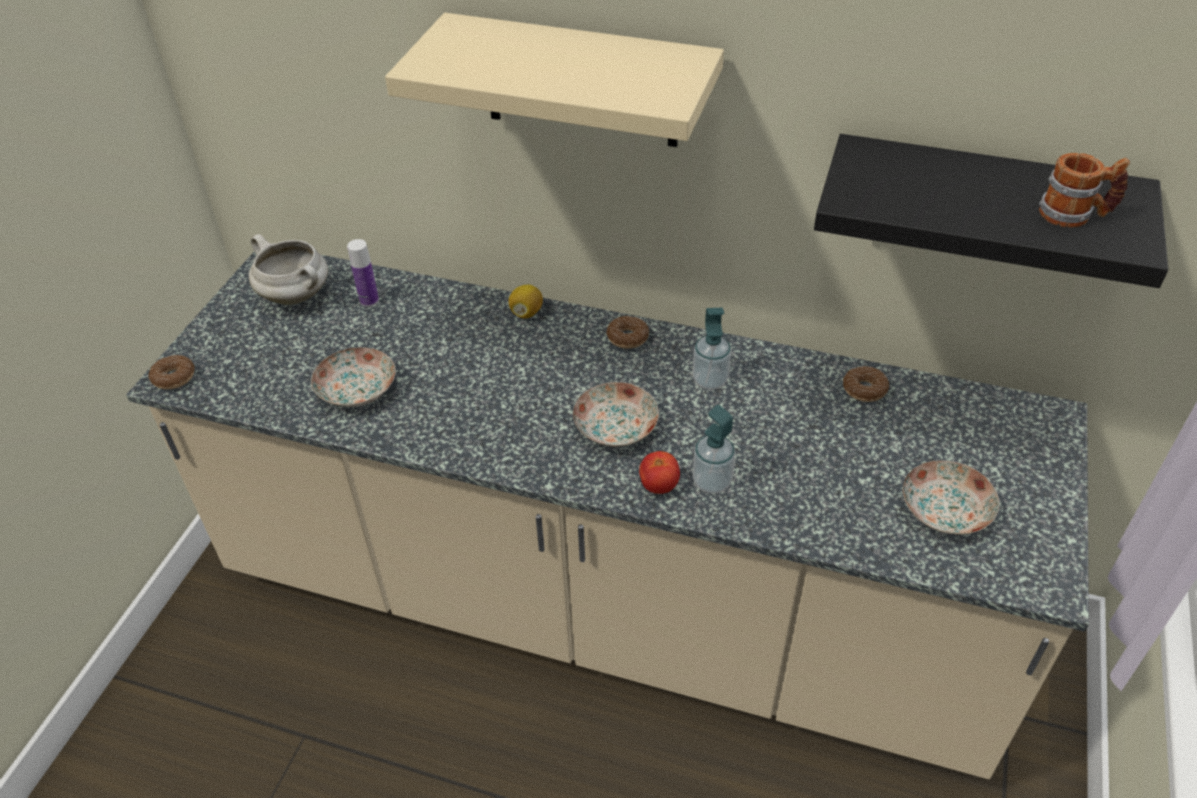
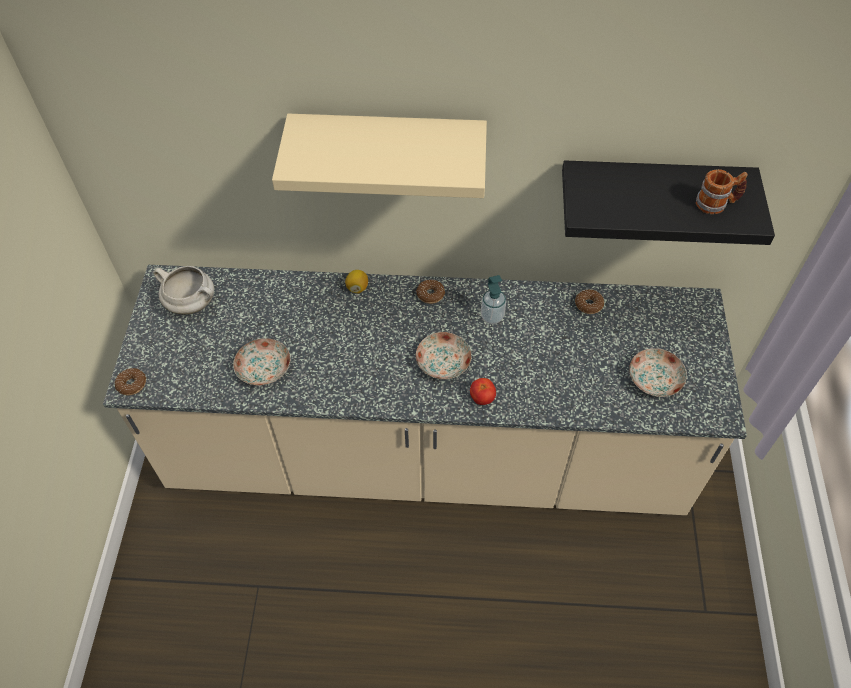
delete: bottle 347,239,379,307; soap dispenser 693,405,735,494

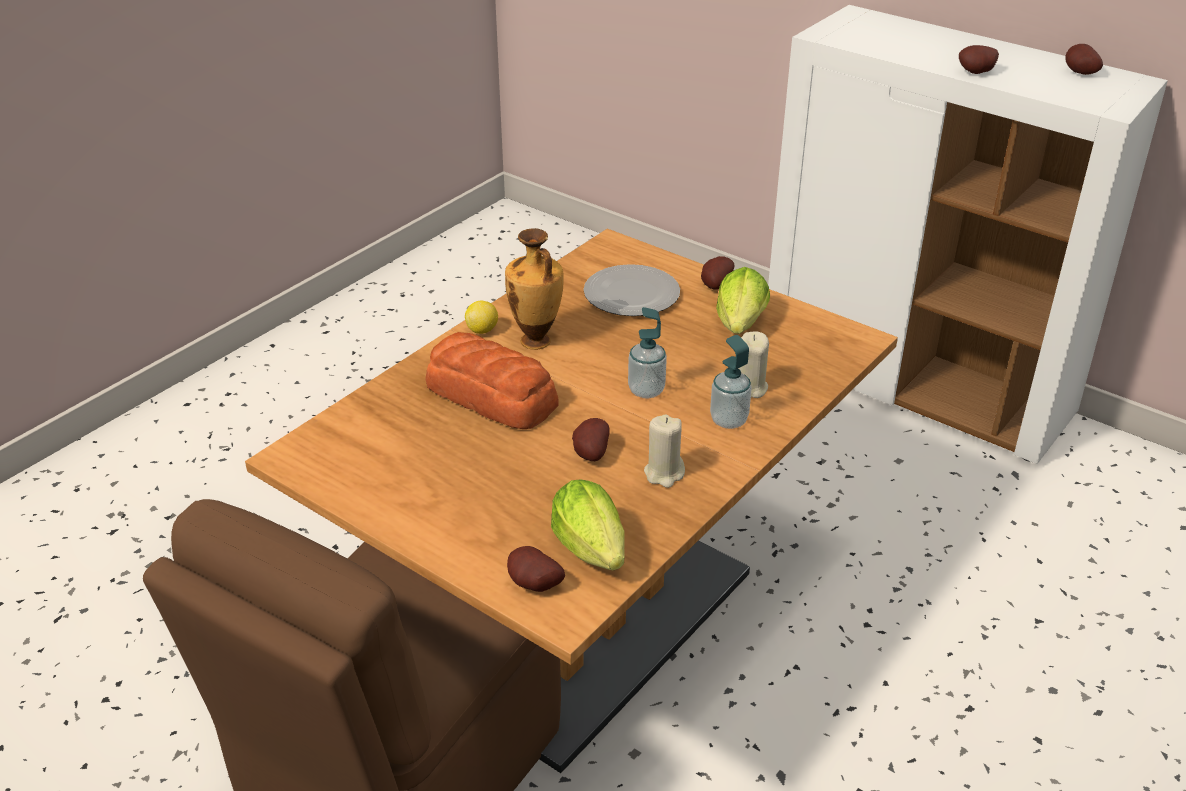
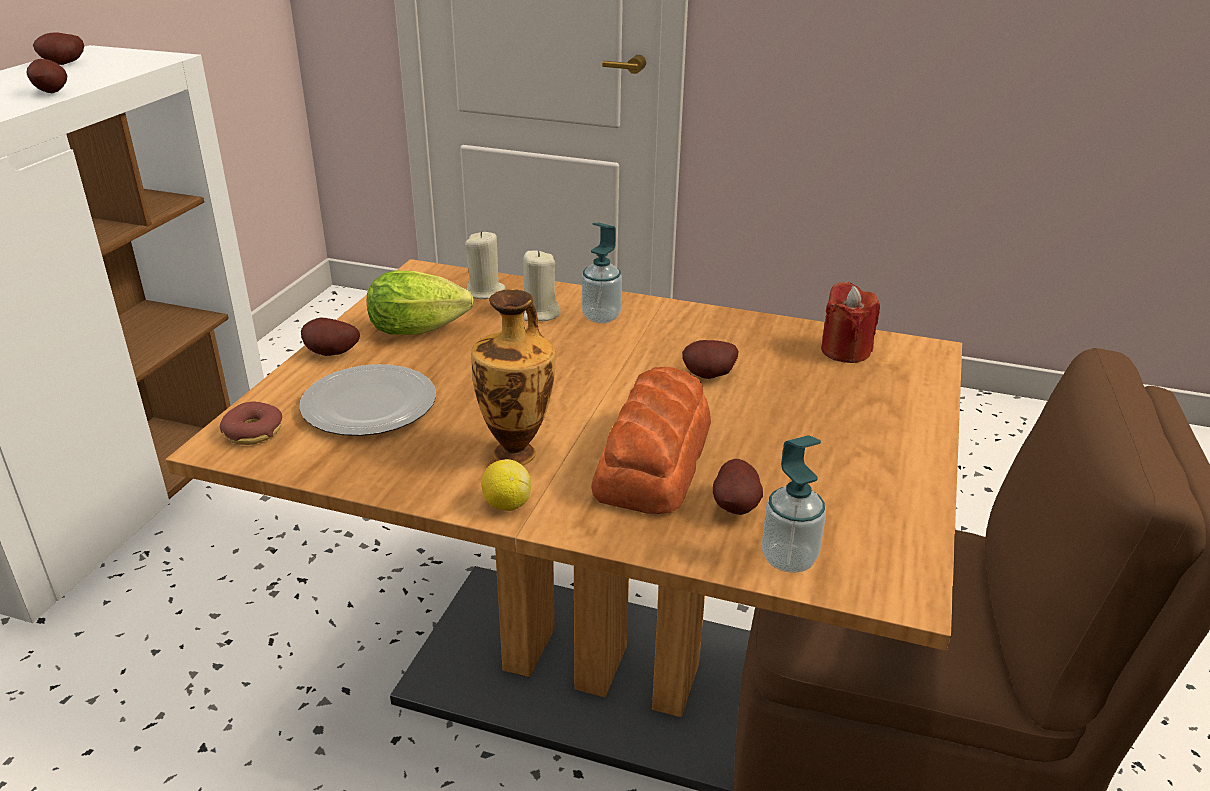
insert: donut 220,402,282,445
move: potato 507,546,565,592 to 713,459,763,515; soap dispenser 628,307,667,399 to 762,436,826,573; beige candle 644,415,685,488 to 465,231,505,299
replace: lettuce 551,479,625,570 to red candle 821,282,880,363

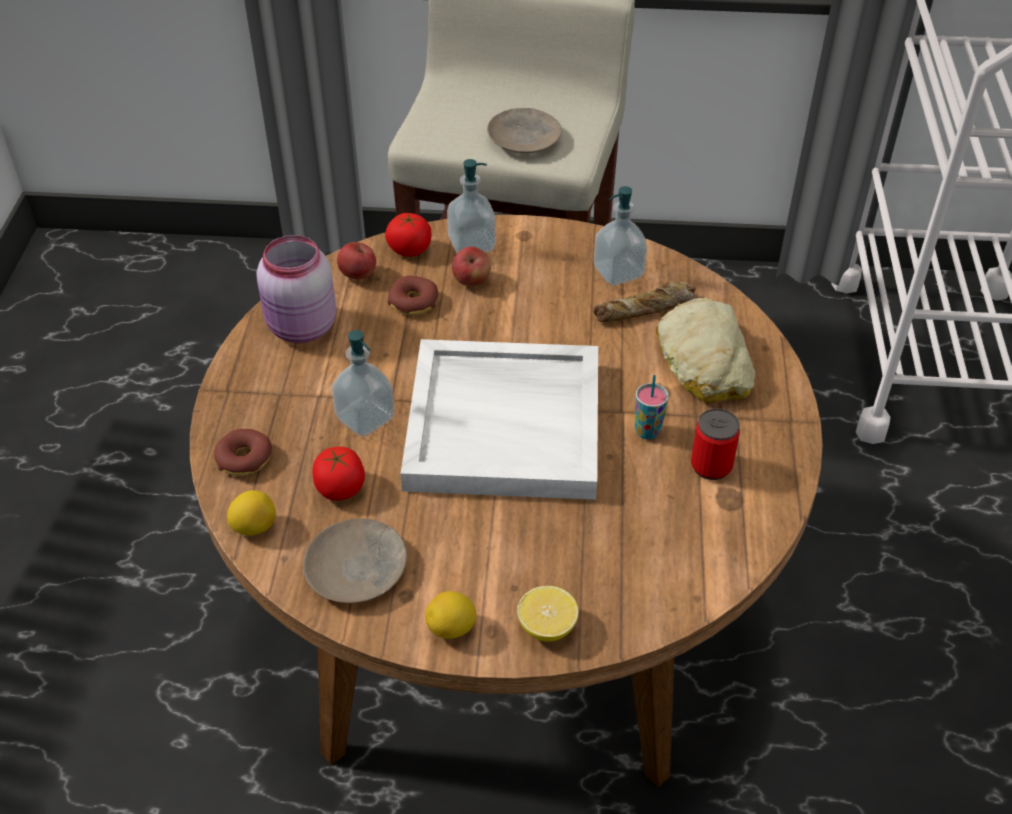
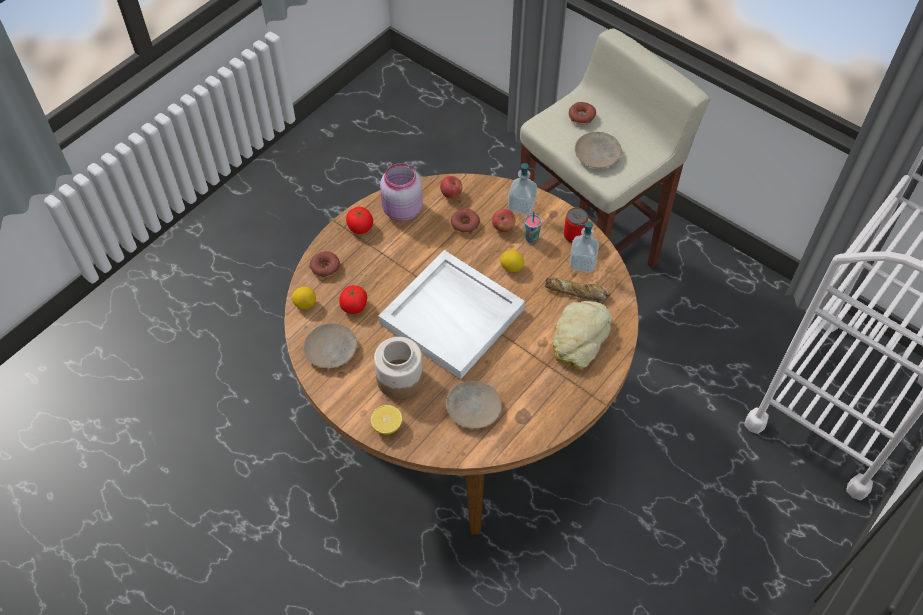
delete: soap dispenser 331,330,395,437
insert: jar 374,337,423,399; beige plate 446,381,502,429; donut 569,102,596,125
move: tomato 385,213,431,257 to 346,207,373,234; lemon 425,591,476,639 to 500,250,525,272; cup 635,375,669,439 to 524,211,542,243; can 691,408,740,480 to 564,208,588,243

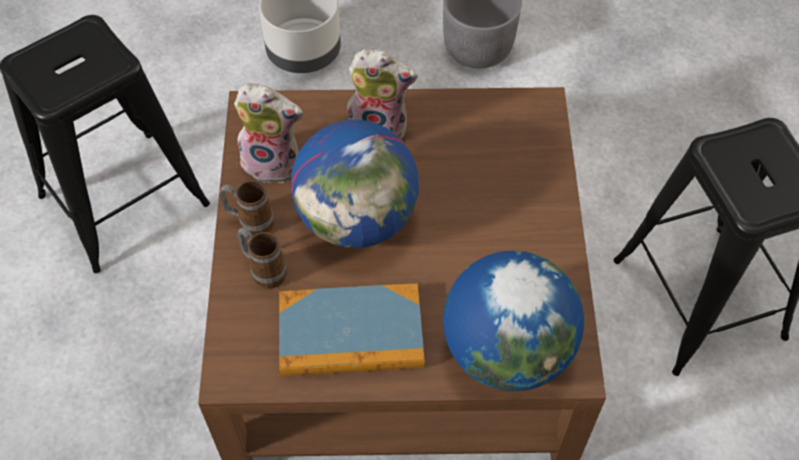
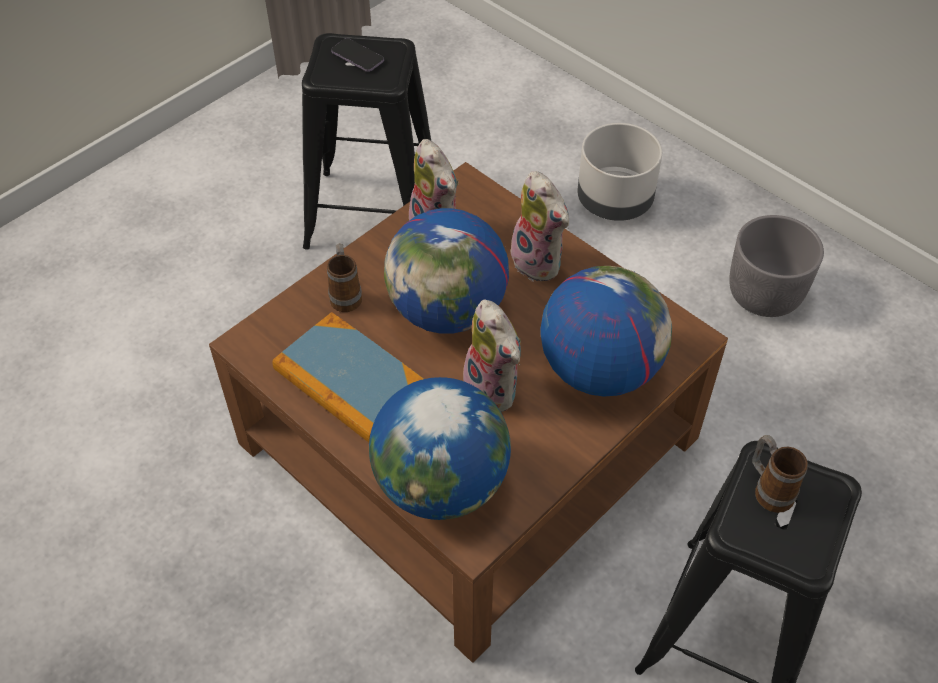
insert: phone 331,38,384,72; plush toy 463,299,521,412; globe 540,266,672,397
move: mug 220,180,274,236 to 752,435,808,513

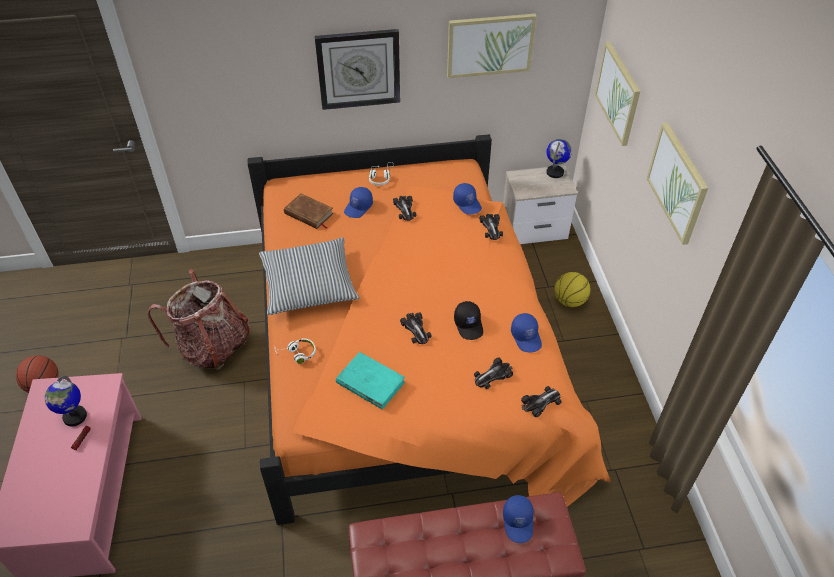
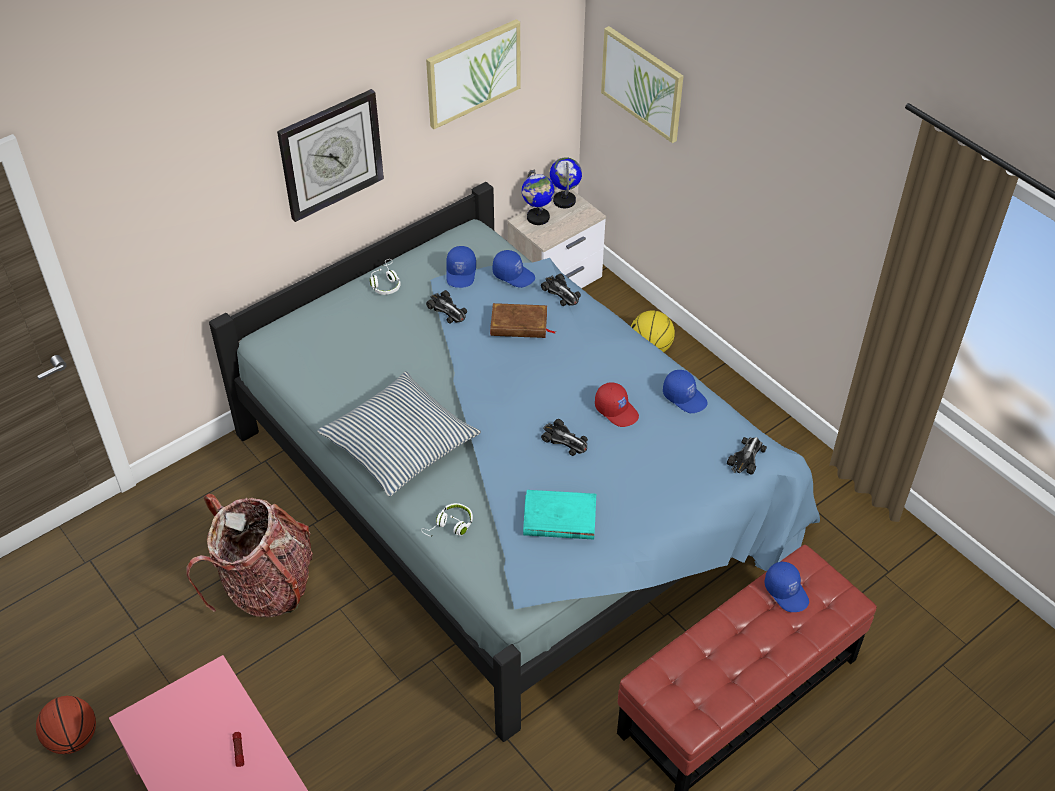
delete: toy car 474,358,513,389; picture 646,122,708,245
move: globe 45,375,87,426 to 522,170,554,225; brown book 284,194,334,229 to 490,303,556,338; blue cap 344,187,373,218 to 446,246,476,288
recolor: orange bed 248,134,611,525 to blue bed 209,182,820,742; black cap 454,301,483,340 to red cap 595,382,639,427

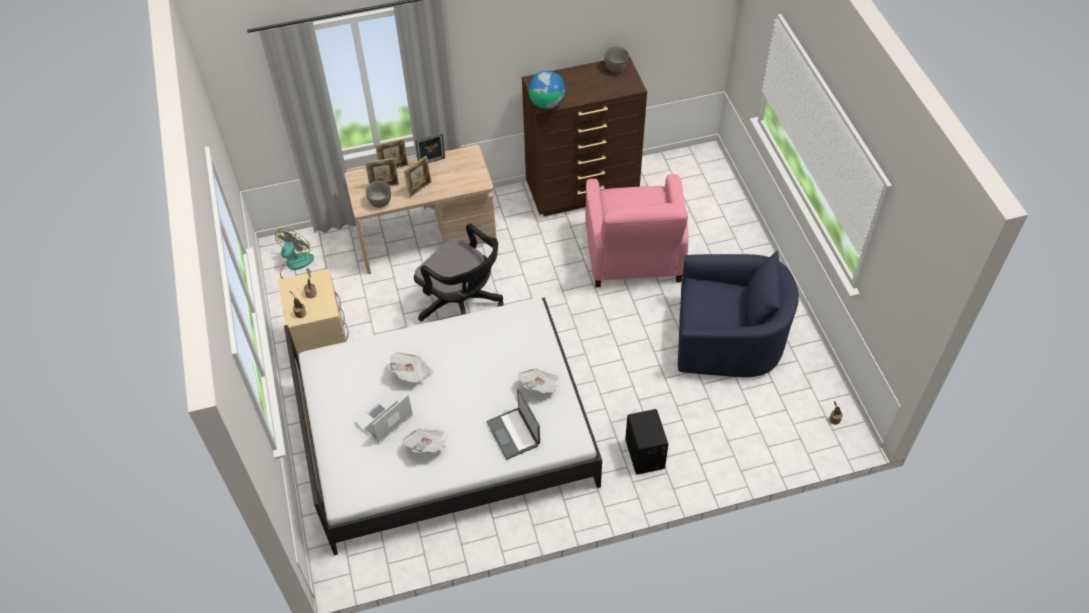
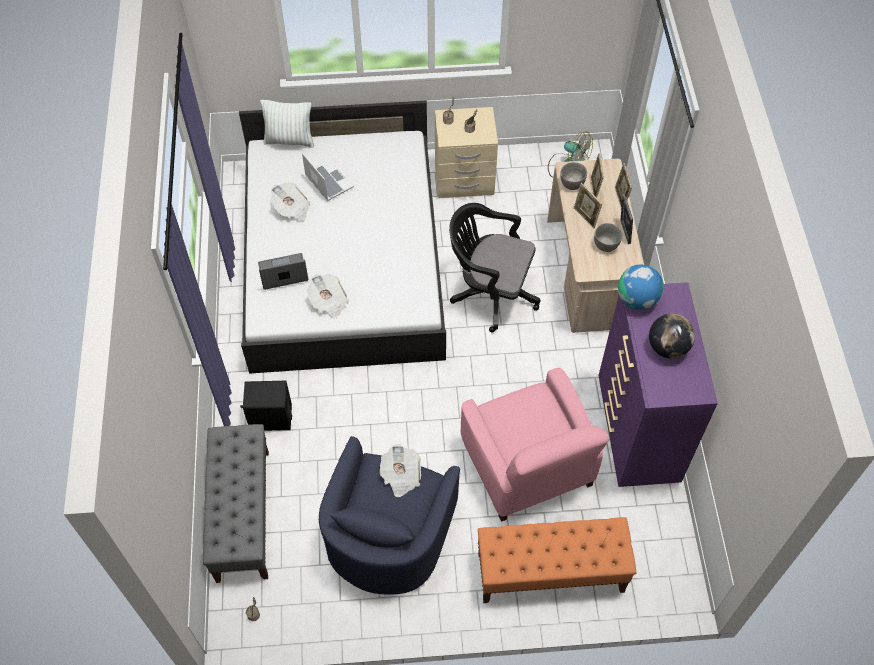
insert: grey bench 203,424,269,583; pillow 260,100,314,147; orange bench 478,517,637,603; globe 649,314,695,359
move: newspaper 388,352,433,383 to 379,444,421,498; grey bowl 604,47,629,73 to 594,223,623,252
recolor: brown dresser 522,56,647,216 to purple dresser 598,282,718,487
rotate: black office chair 414,223,504,321 = 449,203,540,333 60 degrees clockwise; pink armchair 585,174,689,287 = 460,368,609,522 120 degrees counterclockwise

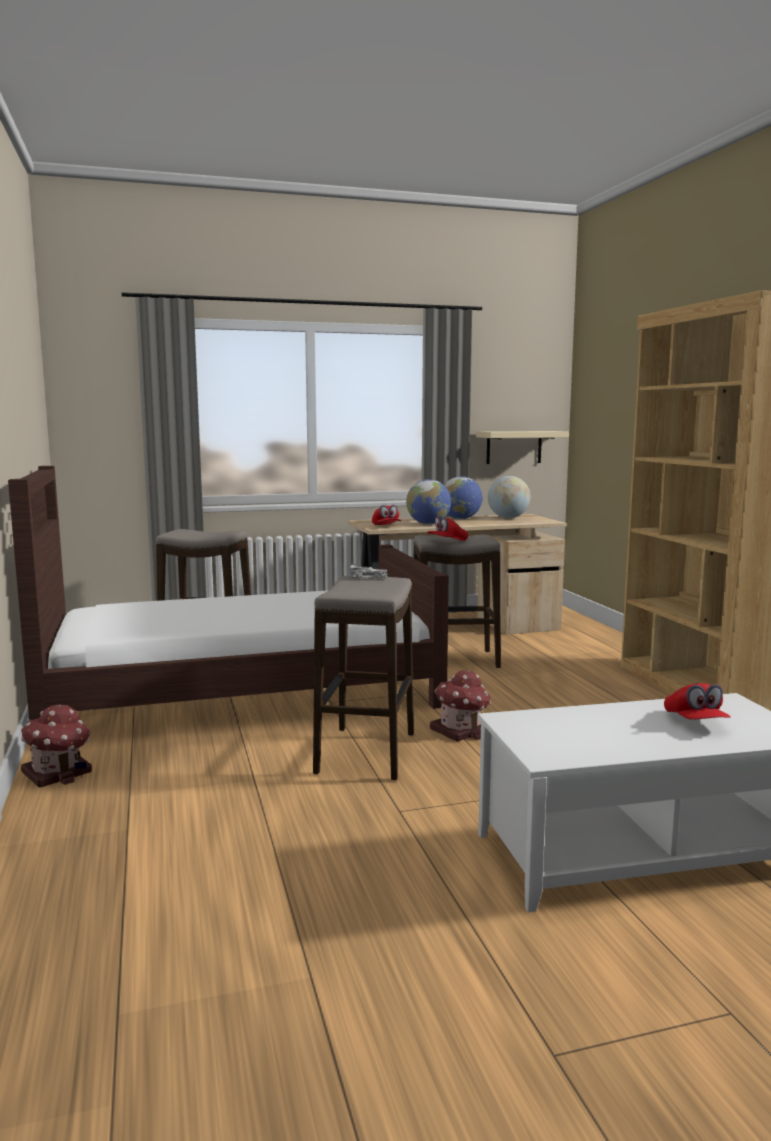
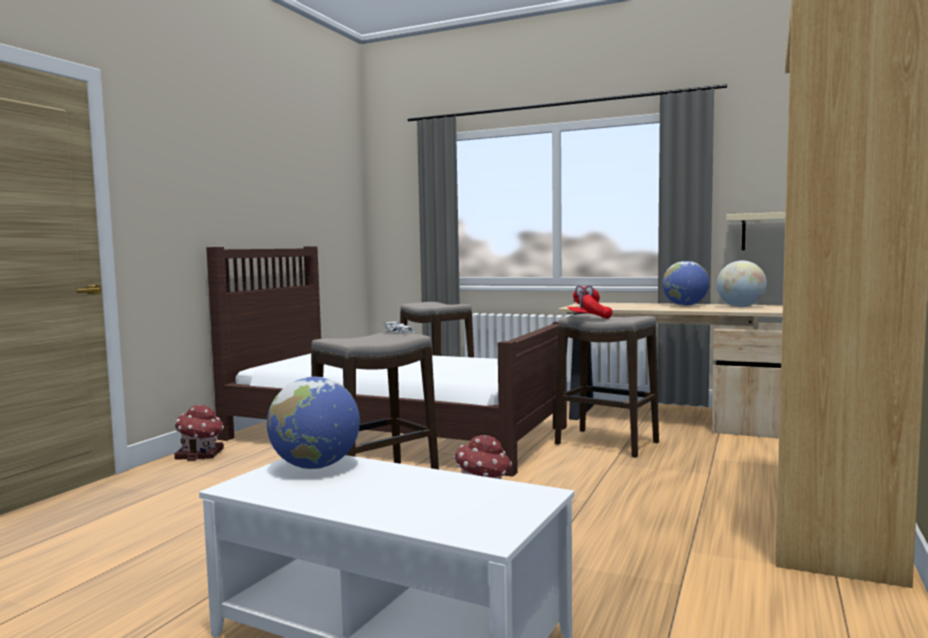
delete: red cap 664,683,731,720
move: globe 406,479,451,525 to 267,377,360,469

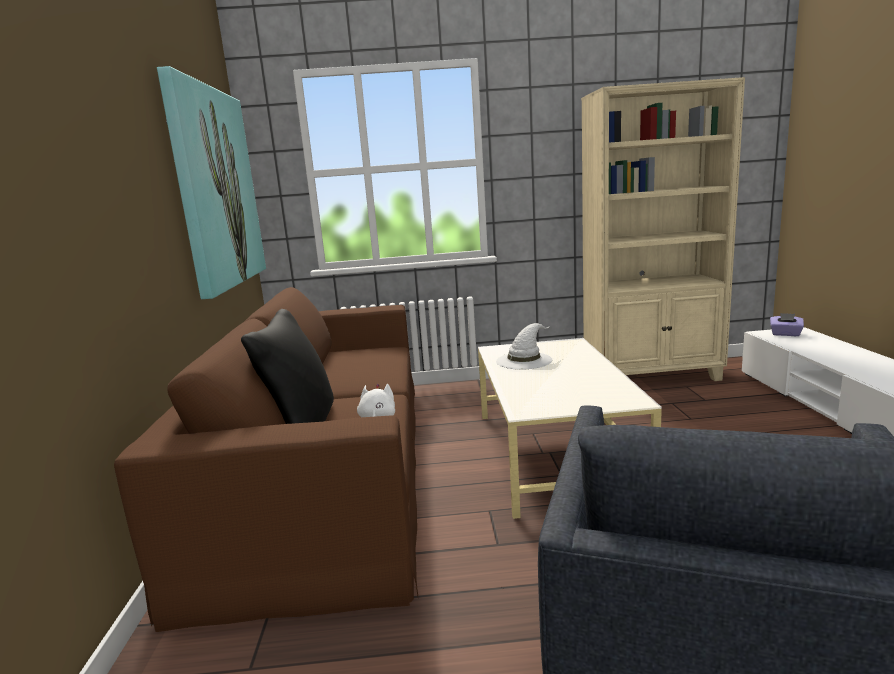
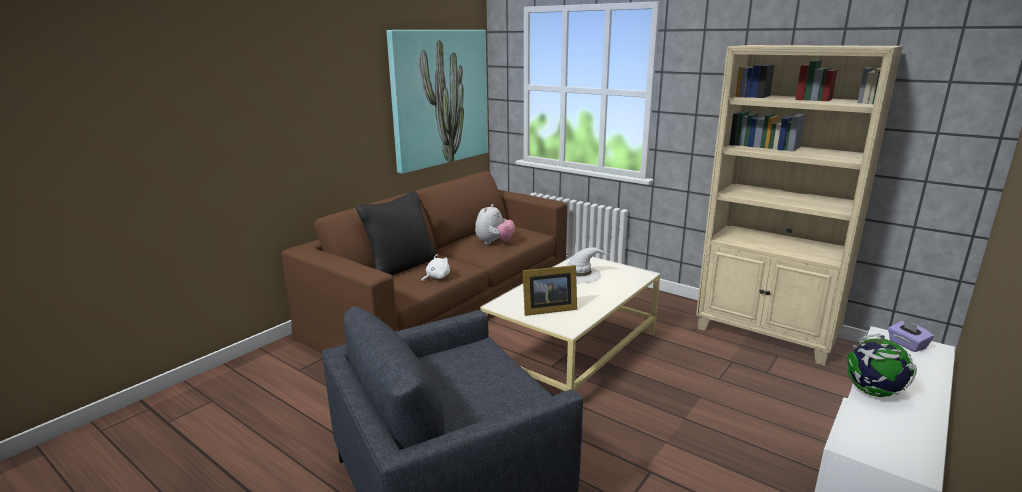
insert: plush toy 475,204,515,244; picture frame 523,265,577,316; globe 847,334,917,397

